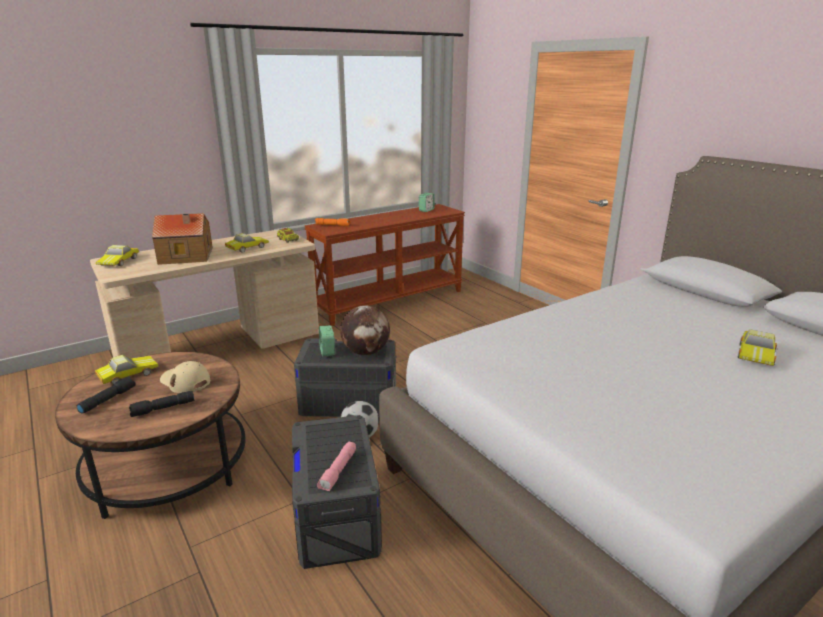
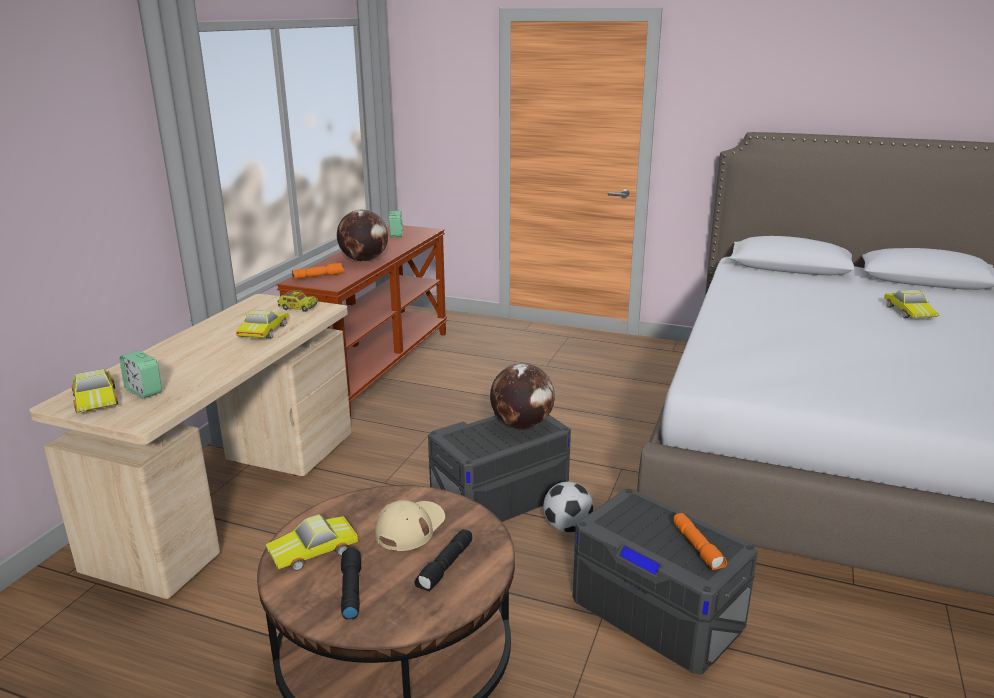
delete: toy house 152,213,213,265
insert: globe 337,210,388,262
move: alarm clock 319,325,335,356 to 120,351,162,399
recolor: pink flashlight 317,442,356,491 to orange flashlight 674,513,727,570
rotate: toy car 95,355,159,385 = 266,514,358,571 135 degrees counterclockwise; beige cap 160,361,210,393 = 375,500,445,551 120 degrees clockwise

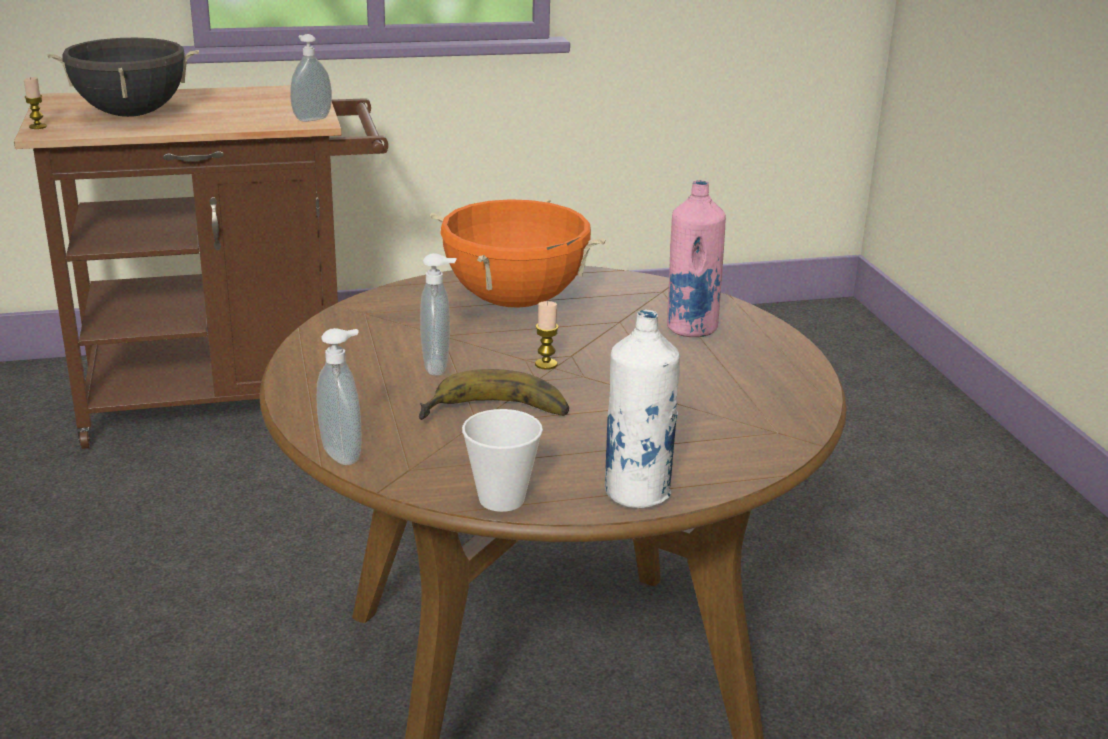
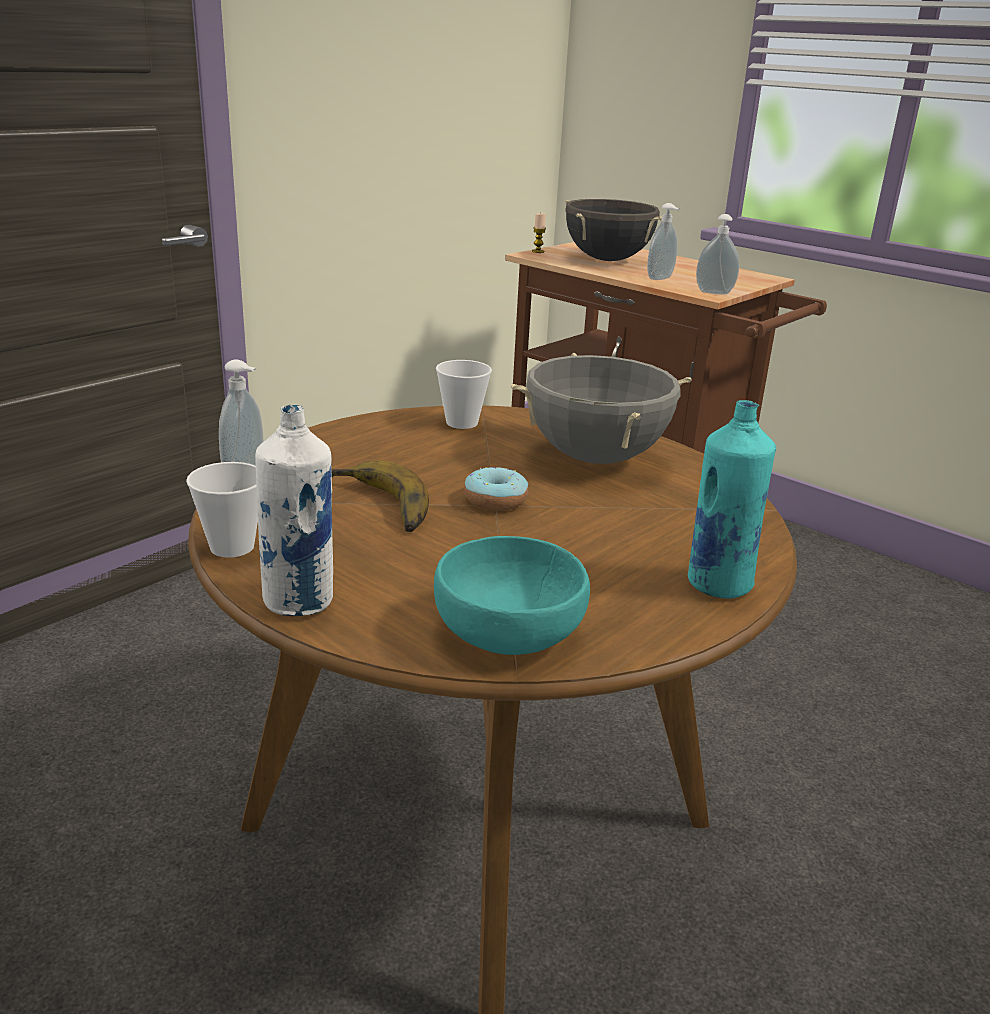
delete: pink bottle 667,180,726,337
insert: turquoise bowl 434,536,590,655; cup 436,360,492,429; turquoise bottle 688,400,777,599
move: soap dispenser 420,253,457,376 to 647,203,680,280
replace: candle 535,301,559,370 to donut 464,467,528,511
recolor: orange cooking pot 430,199,605,308 to grey cooking pot 511,353,692,464

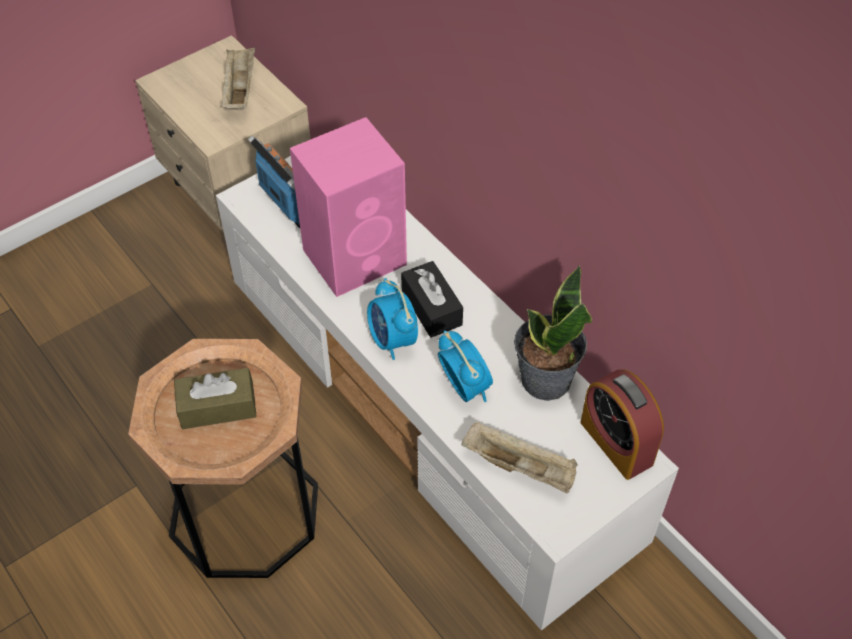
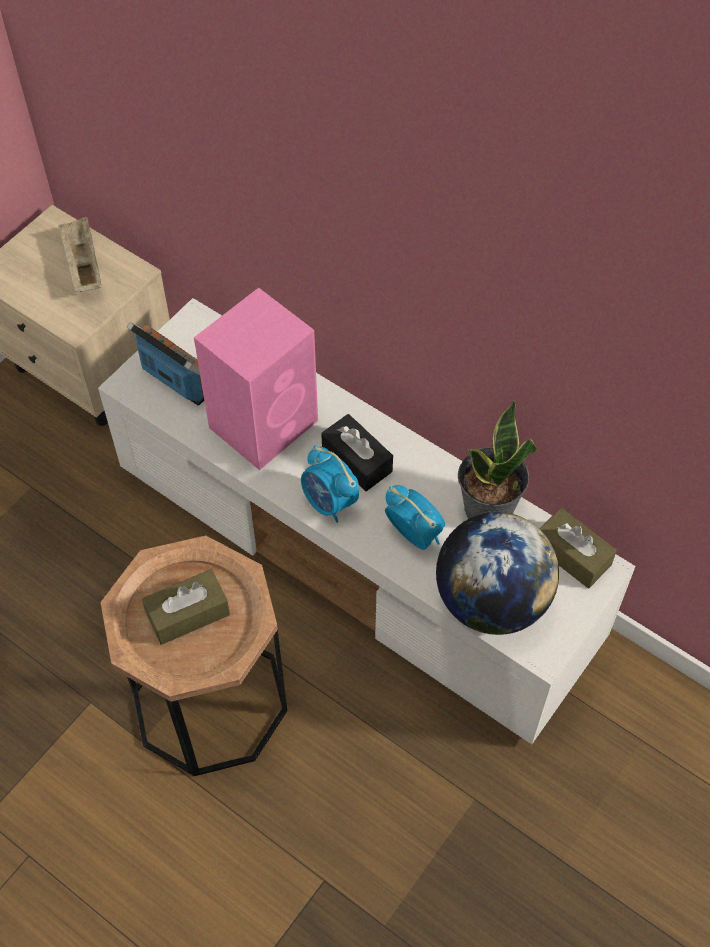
replace: beige tray 461,422,577,493 to globe 436,512,559,635; alarm clock 580,369,664,480 to brown tissue box 539,508,617,588

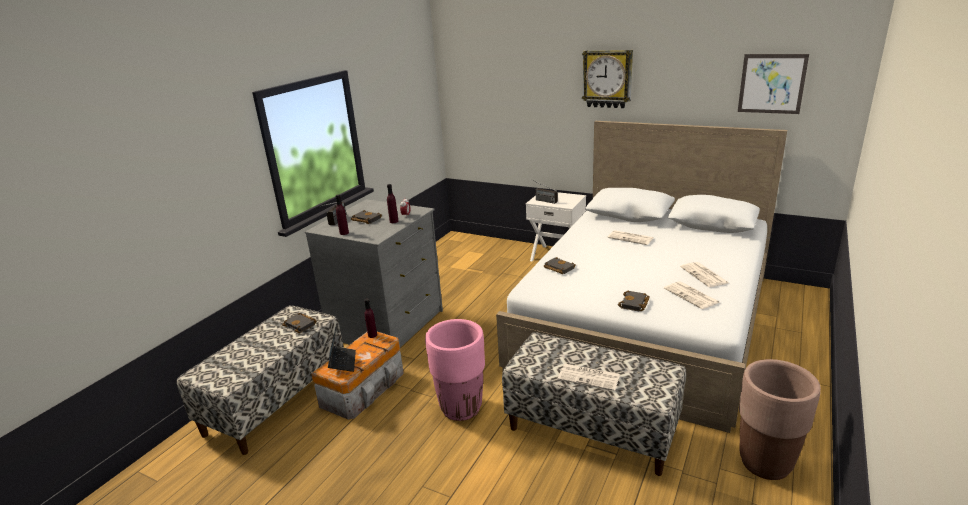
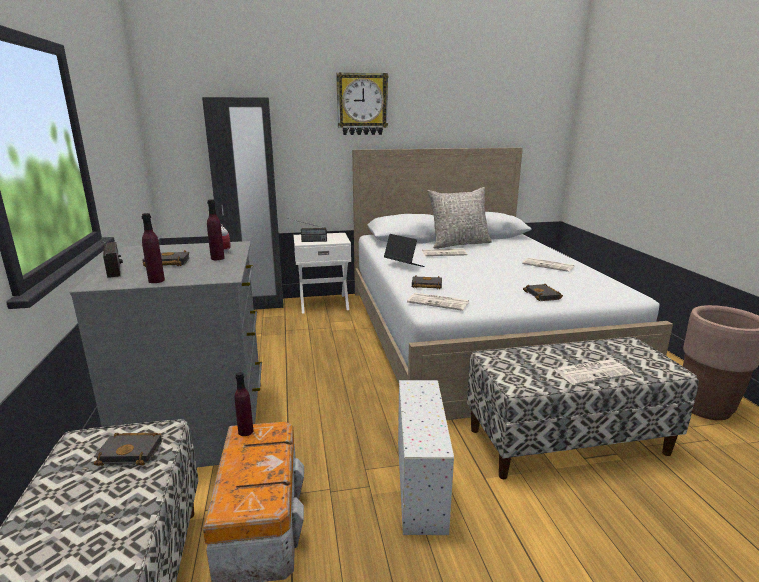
delete: picture 738,54,809,114
insert: black wardrobe 202,97,283,310; grey pillow 427,187,492,249
move: laptop 328,326,356,372 to 384,234,425,267; newspaper 664,281,720,309 to 407,293,469,311
replace: pink planter 425,319,485,421 to white storage box 398,380,454,535

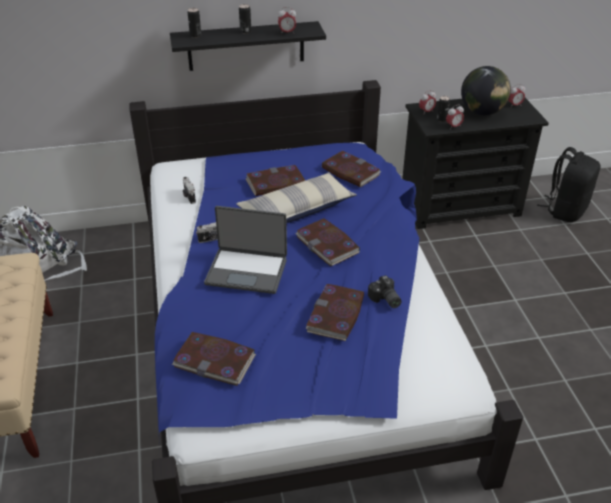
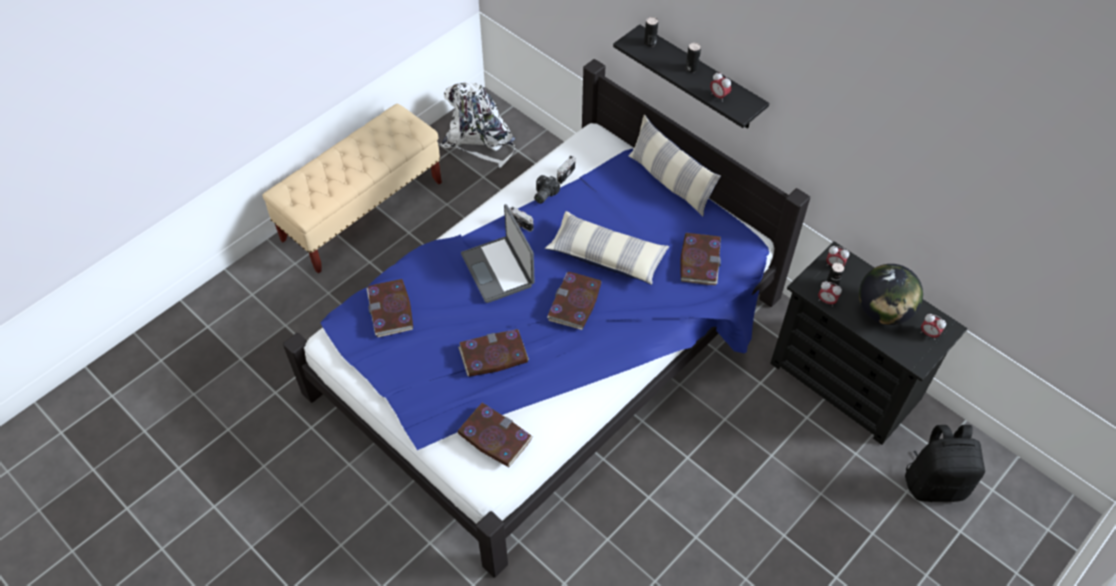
insert: pillow 629,115,721,217
move: book 246,165,305,196 to 457,403,533,467; photo camera 368,275,402,308 to 534,175,560,204

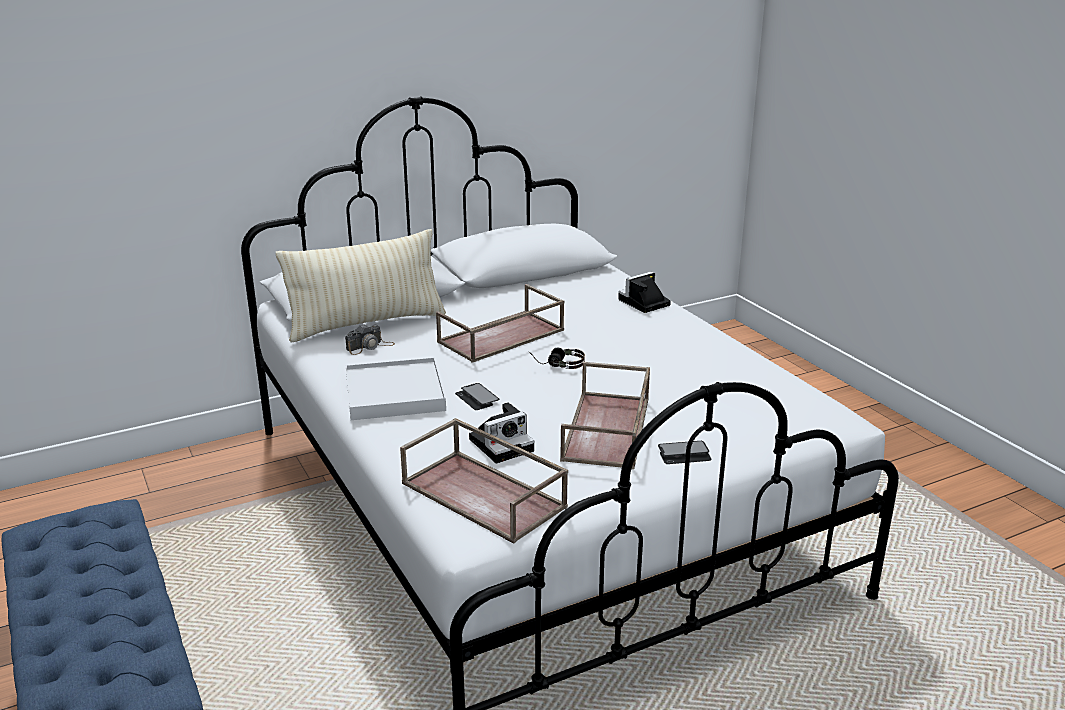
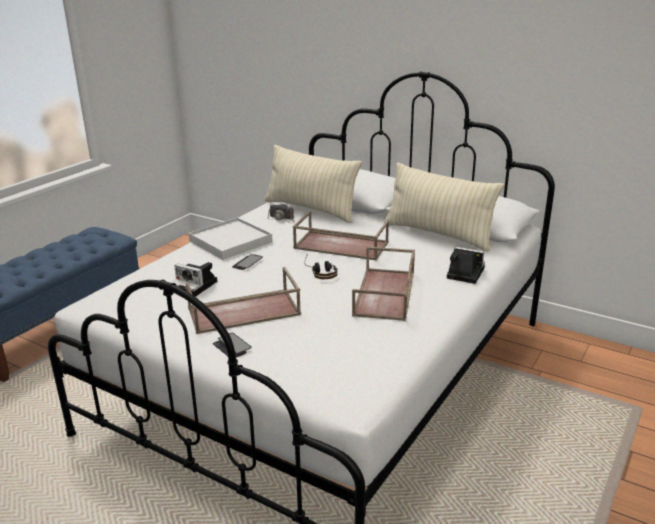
insert: beige pillow 384,162,504,251
move: brown tray 400,418,568,544 to 352,247,415,321

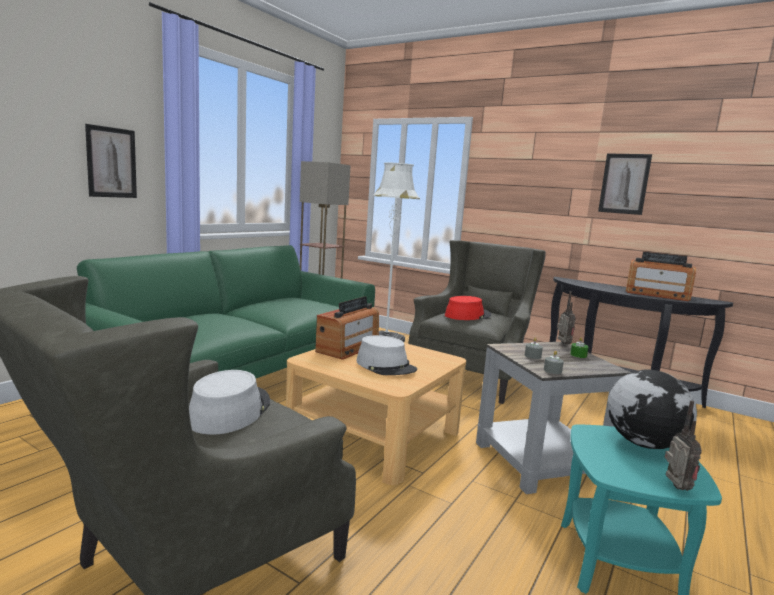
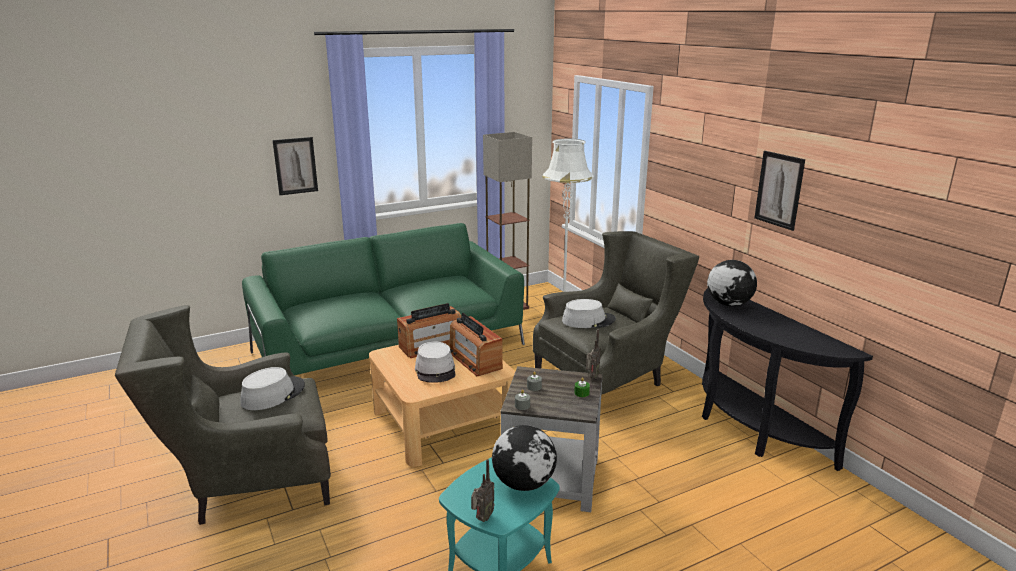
insert: globe 707,260,757,306
move: radio 626,252,696,301 to 450,313,503,376
recolor: red hat 445,296,491,320 to grey hat 562,299,616,328

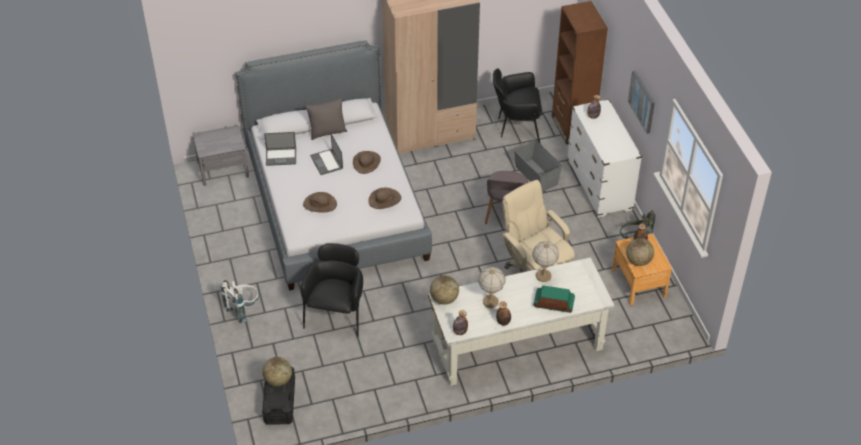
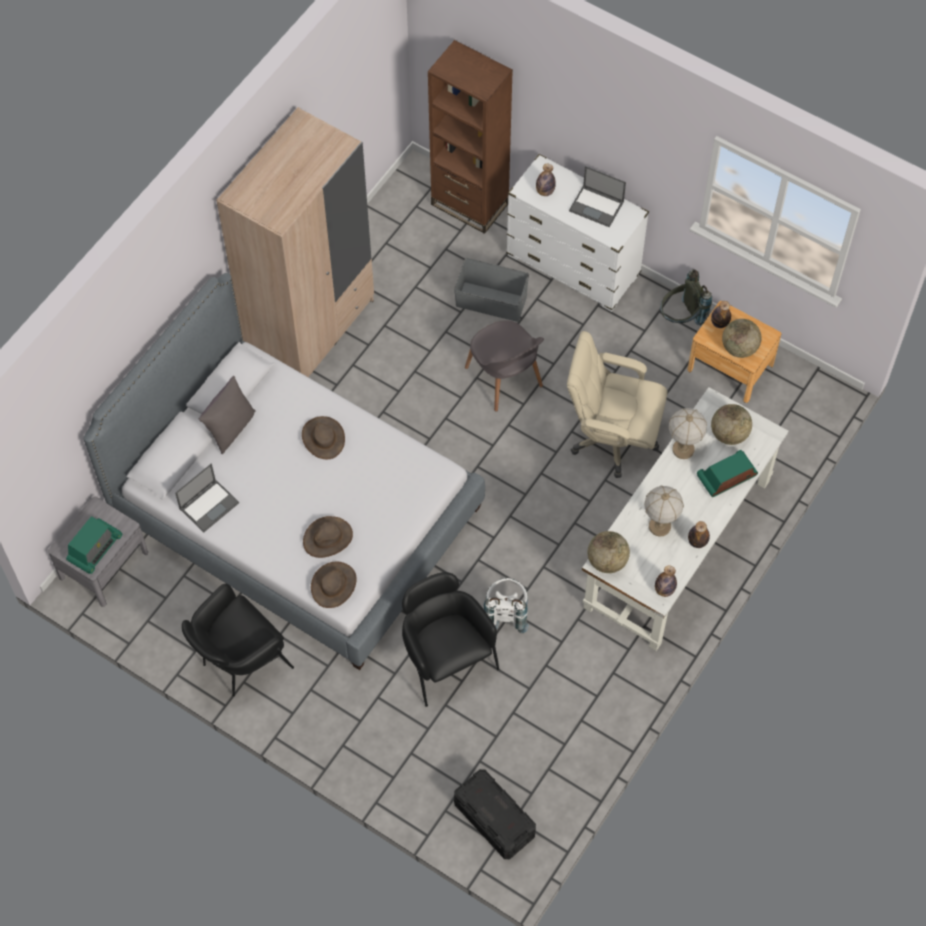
delete: picture 628,71,655,134
insert: radio 66,516,122,574
move: white backpack 221,280,259,323 to 484,578,529,633; globe 262,357,292,386 to 711,404,752,445; laptop 310,134,343,175 to 569,166,626,227; brown hat 368,188,401,209 to 311,562,357,608; black armchair 493,68,543,143 to 182,584,294,696

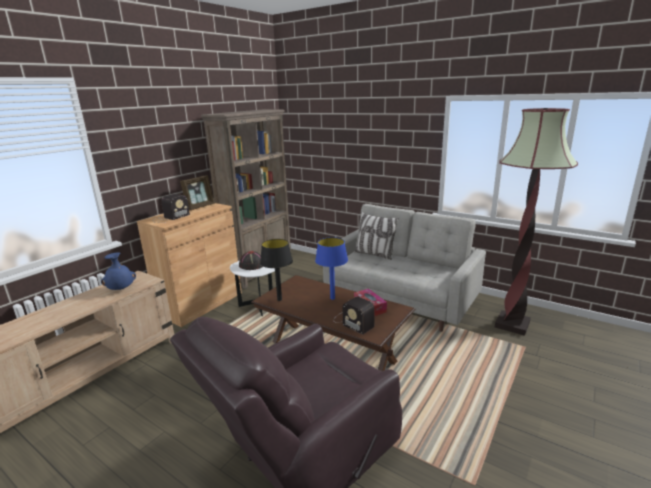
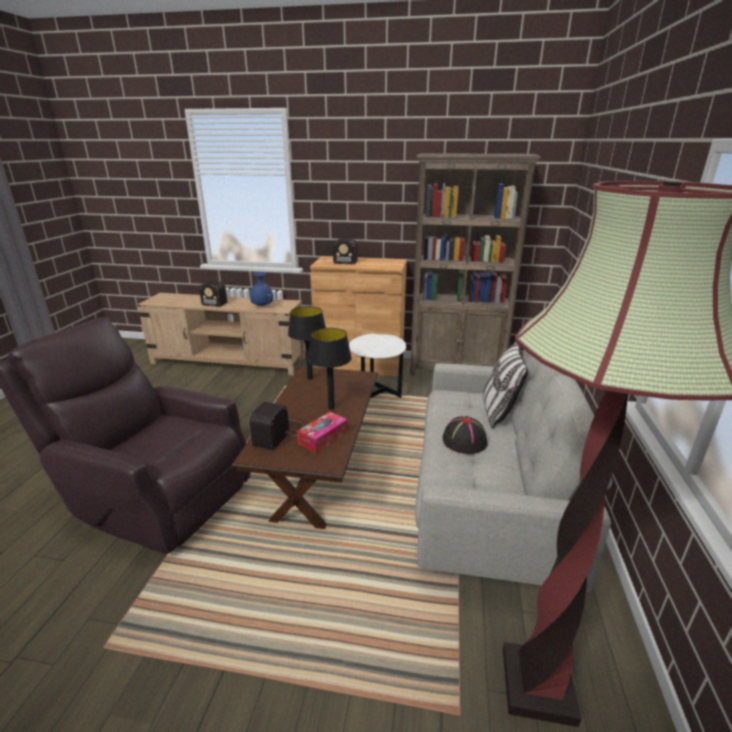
delete: picture frame 180,175,215,210
insert: radio 196,281,227,307
move: black hat 239,251,263,270 to 443,416,488,454
recolor: blue table lamp 315,237,348,300 to black table lamp 308,328,352,410

